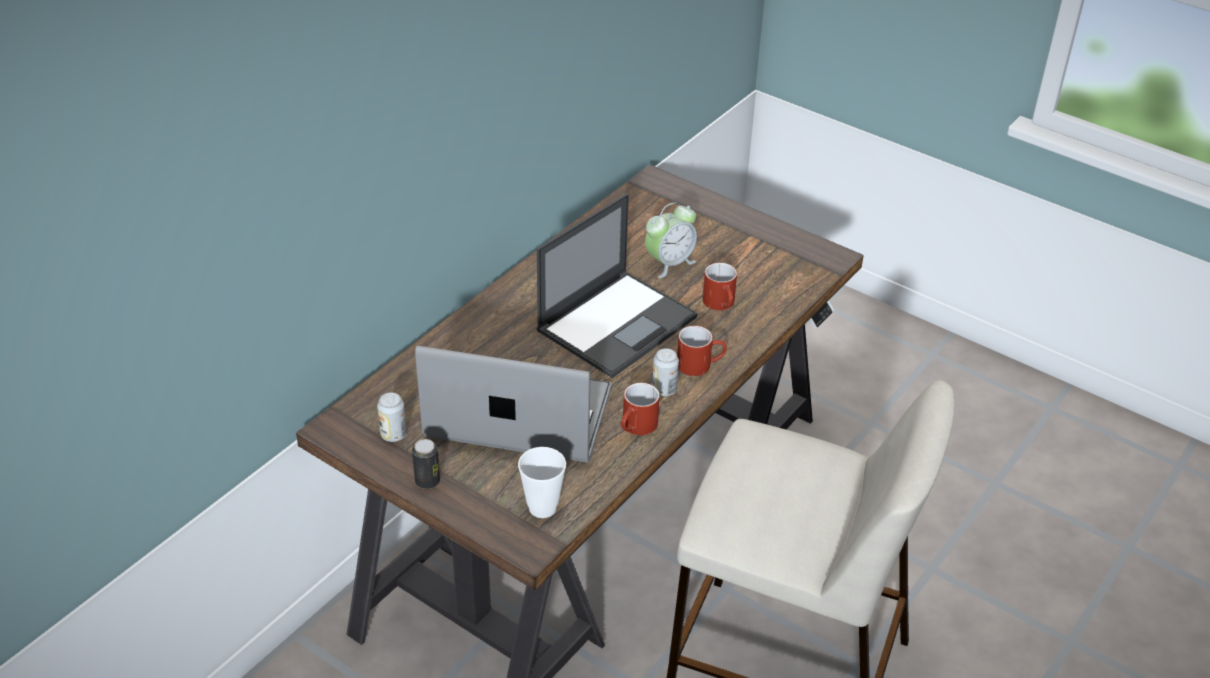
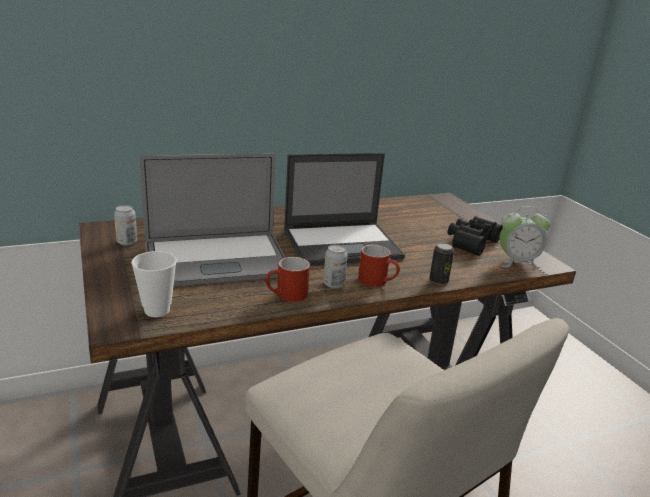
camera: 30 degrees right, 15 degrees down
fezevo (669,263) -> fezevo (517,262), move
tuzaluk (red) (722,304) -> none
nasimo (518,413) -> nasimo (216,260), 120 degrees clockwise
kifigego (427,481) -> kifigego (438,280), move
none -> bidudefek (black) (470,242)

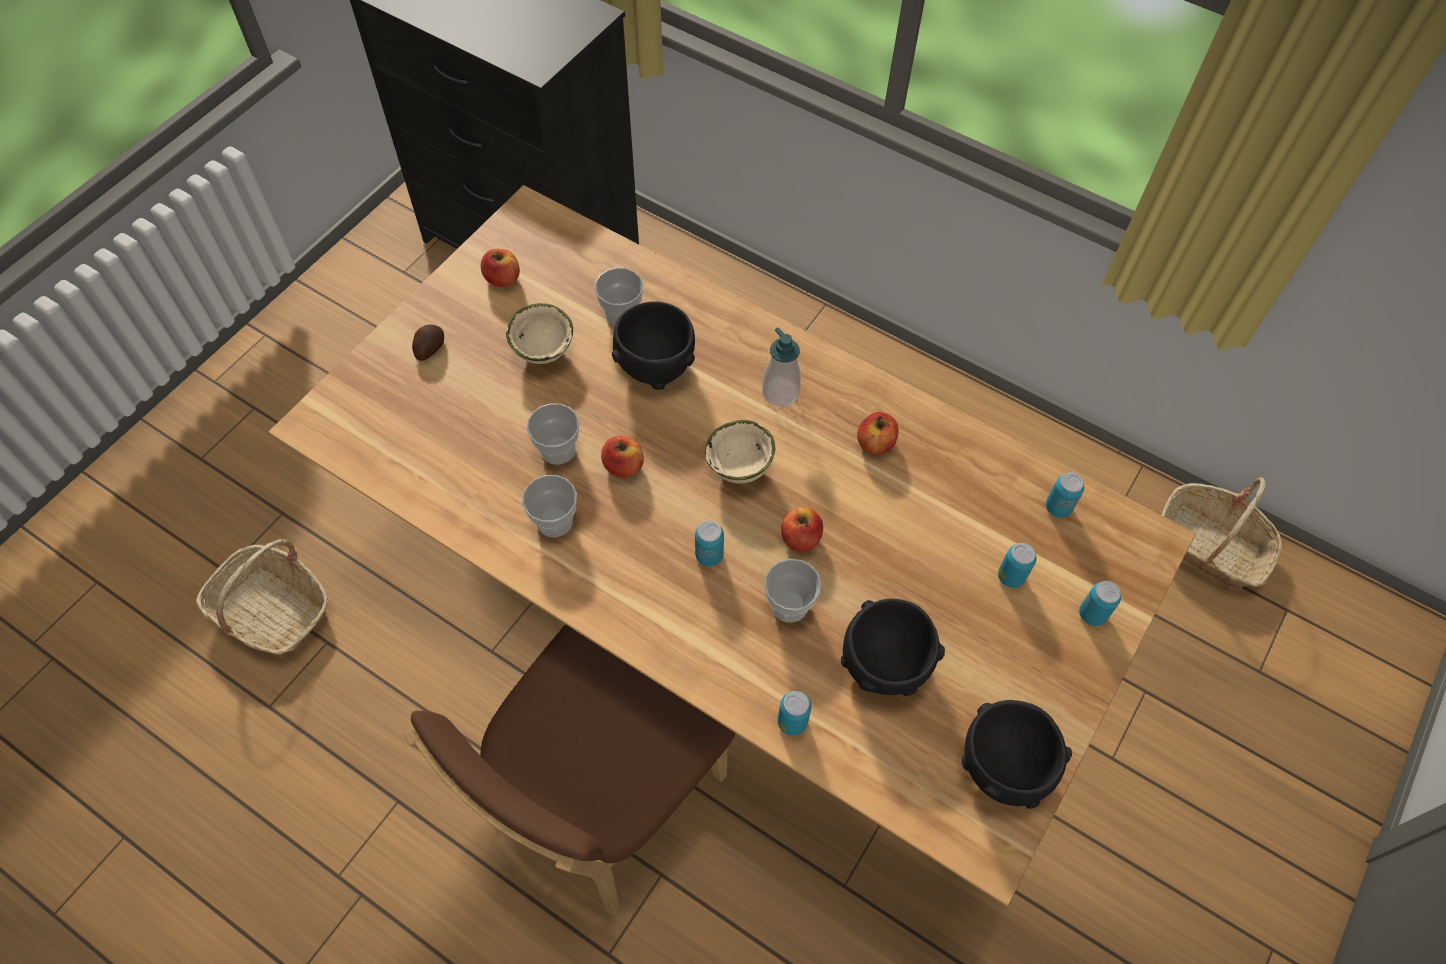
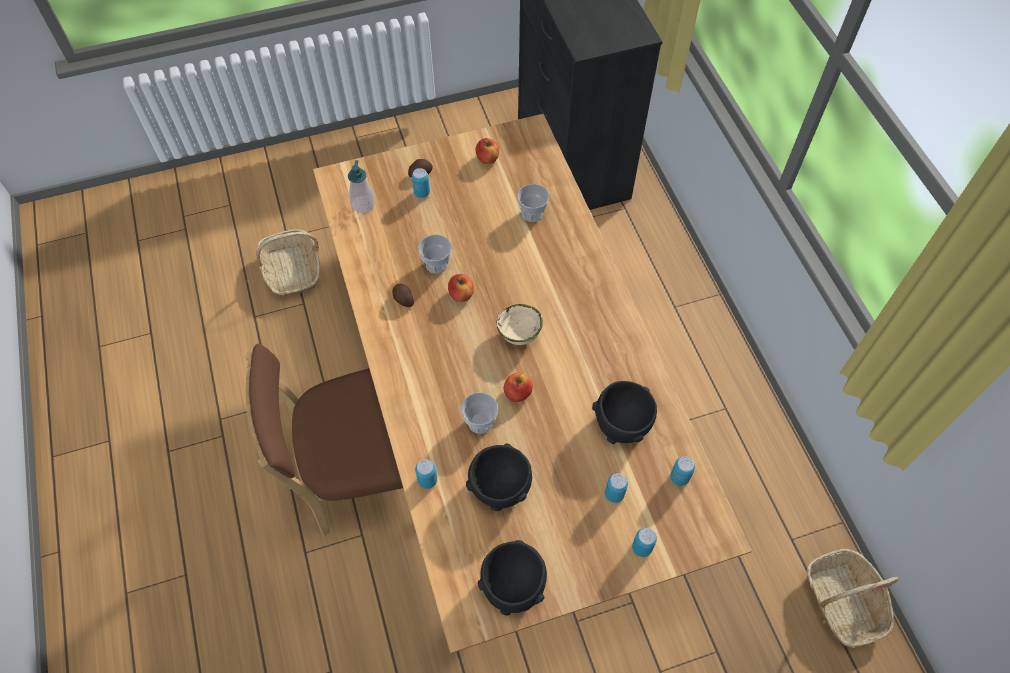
camera: 40 degrees right, 0 degrees up
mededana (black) (655,367) -> mededana (black) (621,425), move
mededana (beige) (544,351) -> none
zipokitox (780,392) -> zipokitox (363,204), move
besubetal (875,443) -> none
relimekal (554,521) -> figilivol (403,299)
kifigego (709,555) -> kifigego (422,193), move

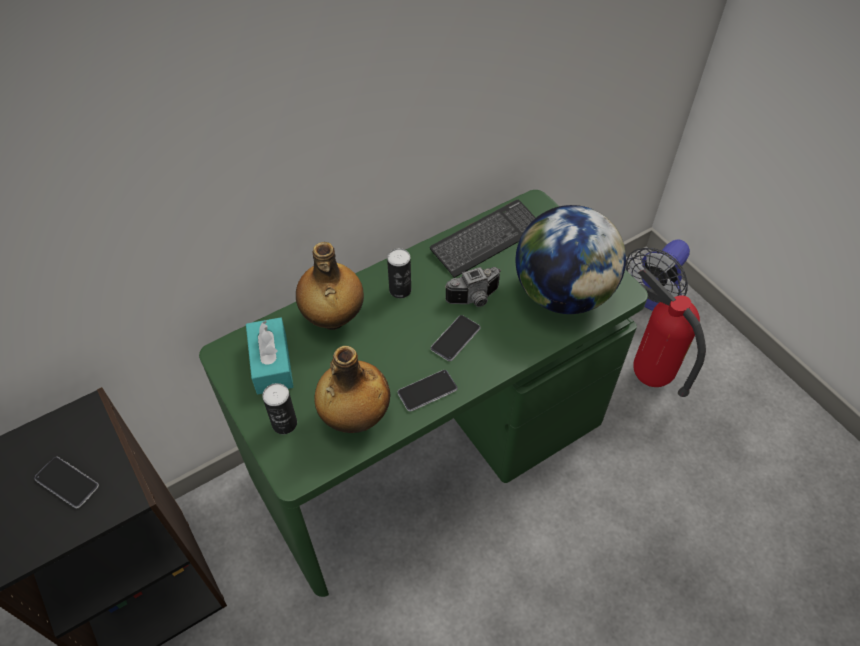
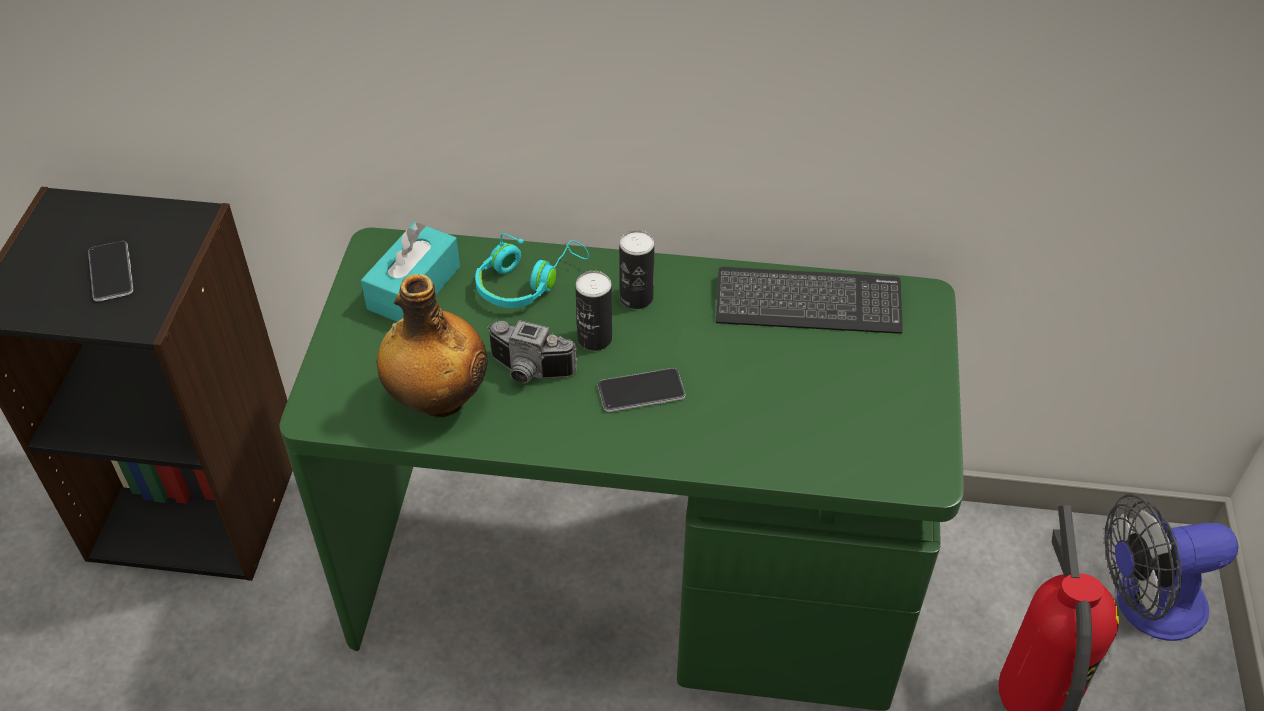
camera: 40 degrees right, 5 degrees down
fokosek (562,293) -> none
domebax (332,318) -> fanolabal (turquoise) (527,281)
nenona (475,299) -> nenona (528,372), move
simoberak (427,391) -> none
kifigego (284,423) -> kifigego (594,338), move

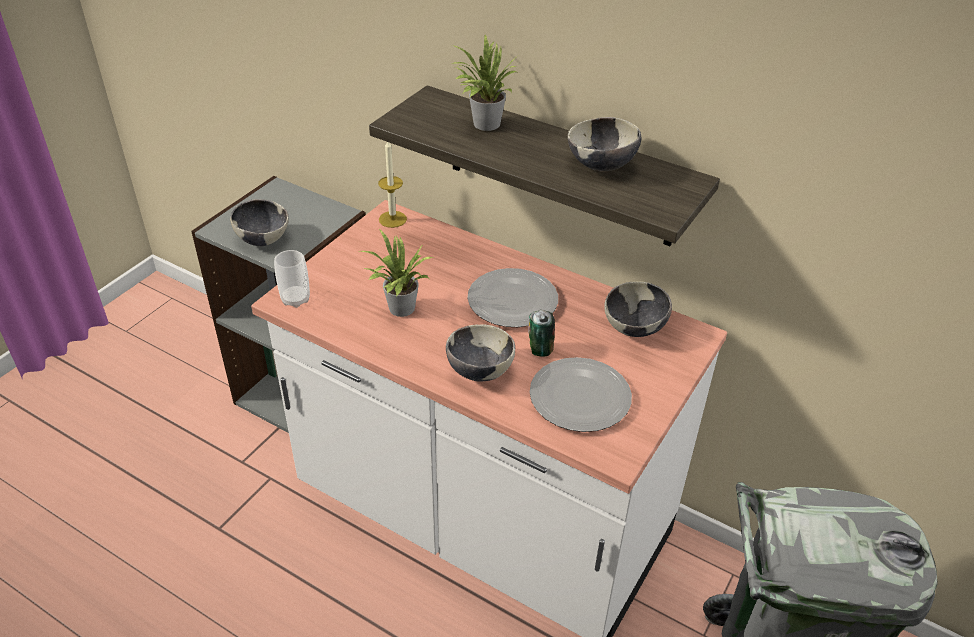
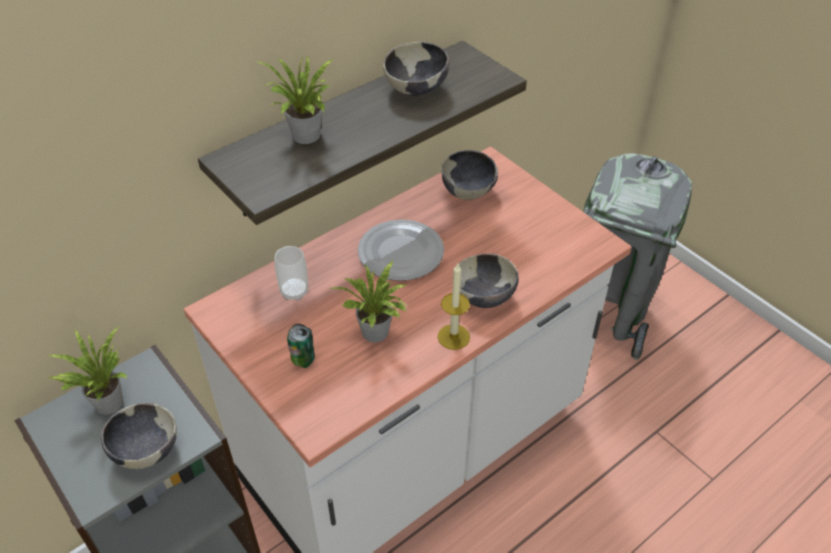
camera: 70 degrees left, 5 degrees up
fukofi (392,219) -> fukofi (453,337), move
relimekal (295,299) -> relimekal (294,292), move
kifigego (539,350) -> kifigego (303,360), move
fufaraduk (581,397) -> none
none -> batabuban (106,402)

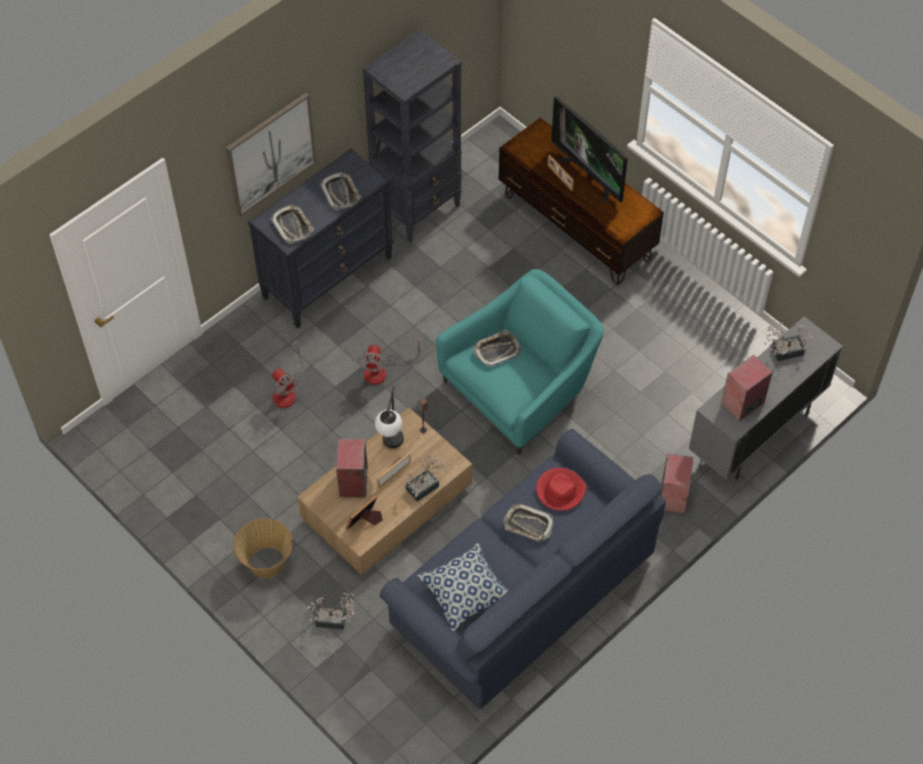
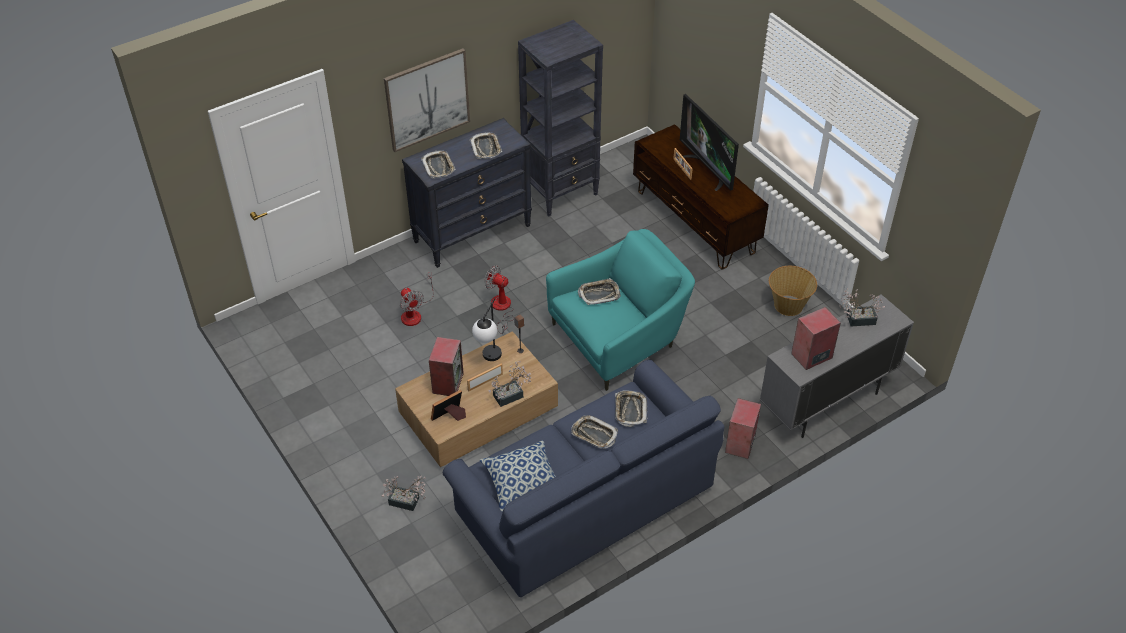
camera: 10 degrees right, 10 degrees down
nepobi (382,371) -> nepobi (501,309), 105 degrees clockwise
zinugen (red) (560,490) -> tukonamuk (630,410)
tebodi (266,563) -> tebodi (788,306), move

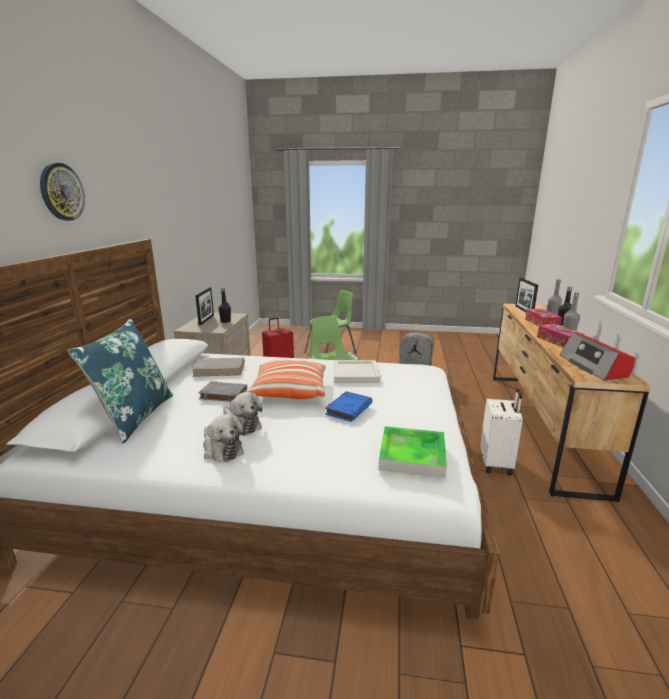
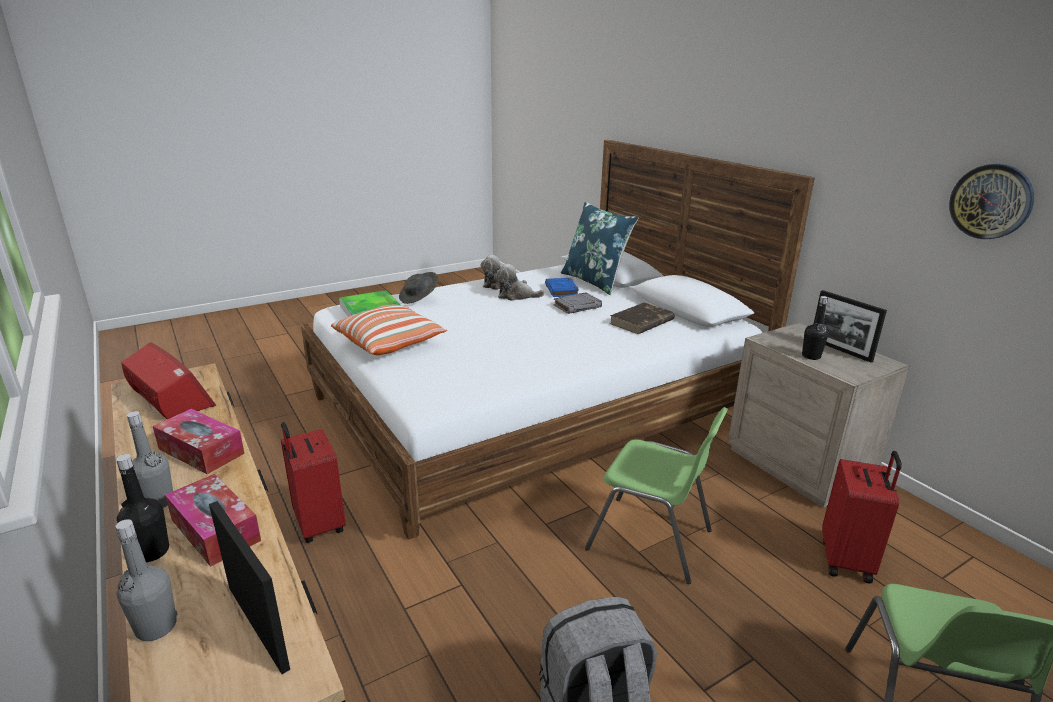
camera: 140 degrees right, 5 degrees up
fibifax (61,192) -> fibifax (991,201), move
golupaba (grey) (220,369) -> golupaba (brown) (641,322)
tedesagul (289,392) -> tedesagul (390,343), move
tukonamuk (white) (356,373) -> none
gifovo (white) (497,463) -> gifovo (red) (317,525)
golupaba (blue) (349,409) -> golupaba (blue) (561,290), move
none -> zinugen (grey) (419,298)

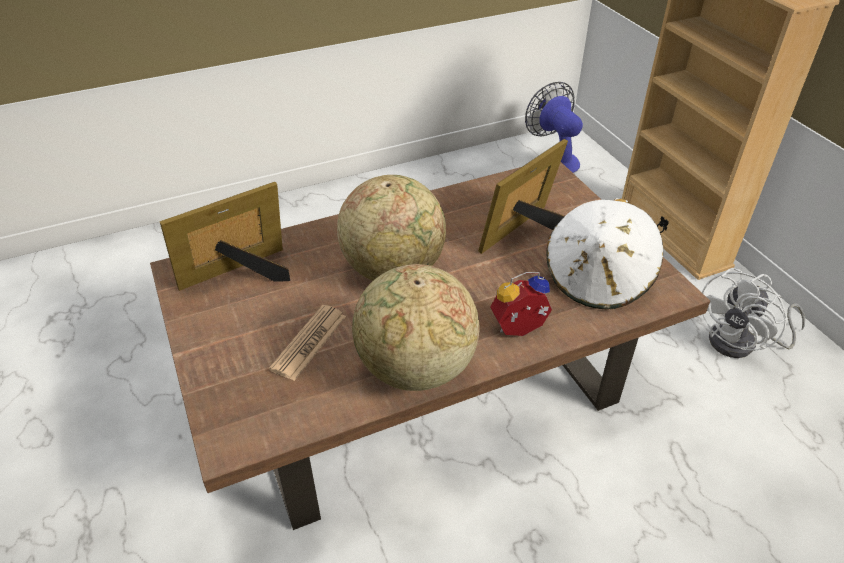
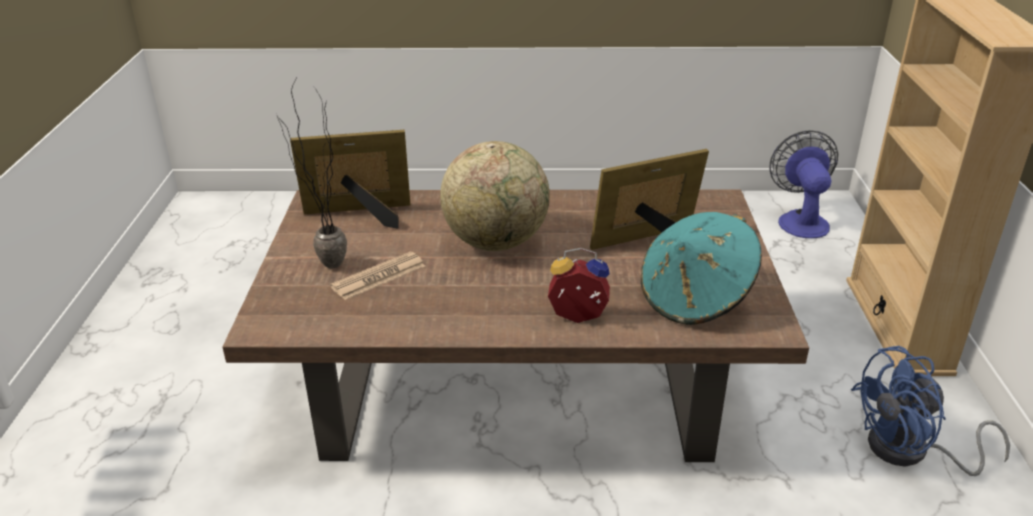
camera: 25 degrees right, 10 degrees down
zinugen (white) (598,279) -> zinugen (turquoise) (696,298)
fokosek (415,369) -> none
nepobi (white) (741,343) -> nepobi (blue) (910,452)
none -> batabuban (323,267)

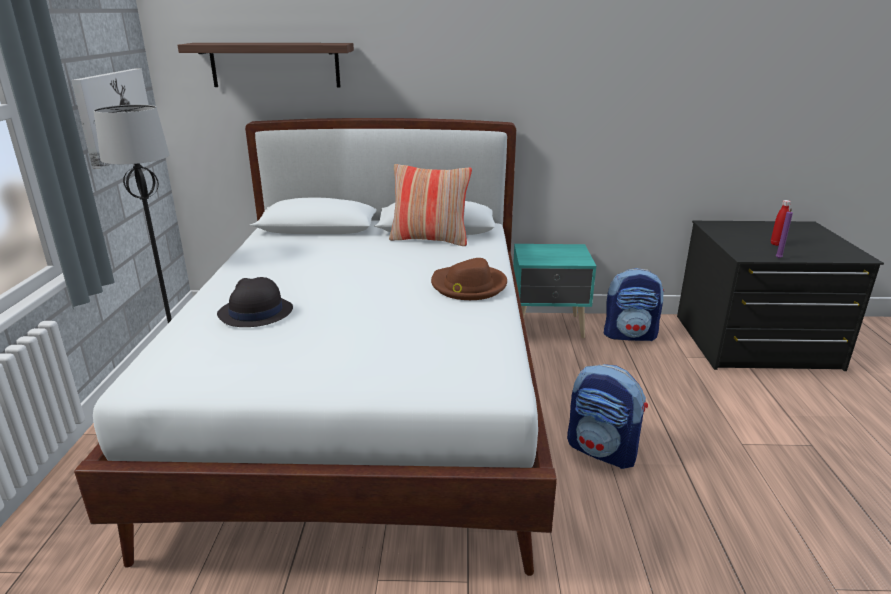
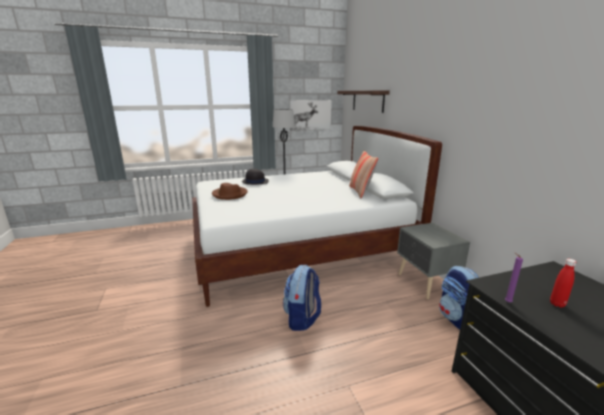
camera: 70 degrees right, 5 degrees down
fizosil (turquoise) (548,327) -> fizosil (grey) (425,283)
zinugen (brown) (468,286) -> zinugen (brown) (230,194), move

